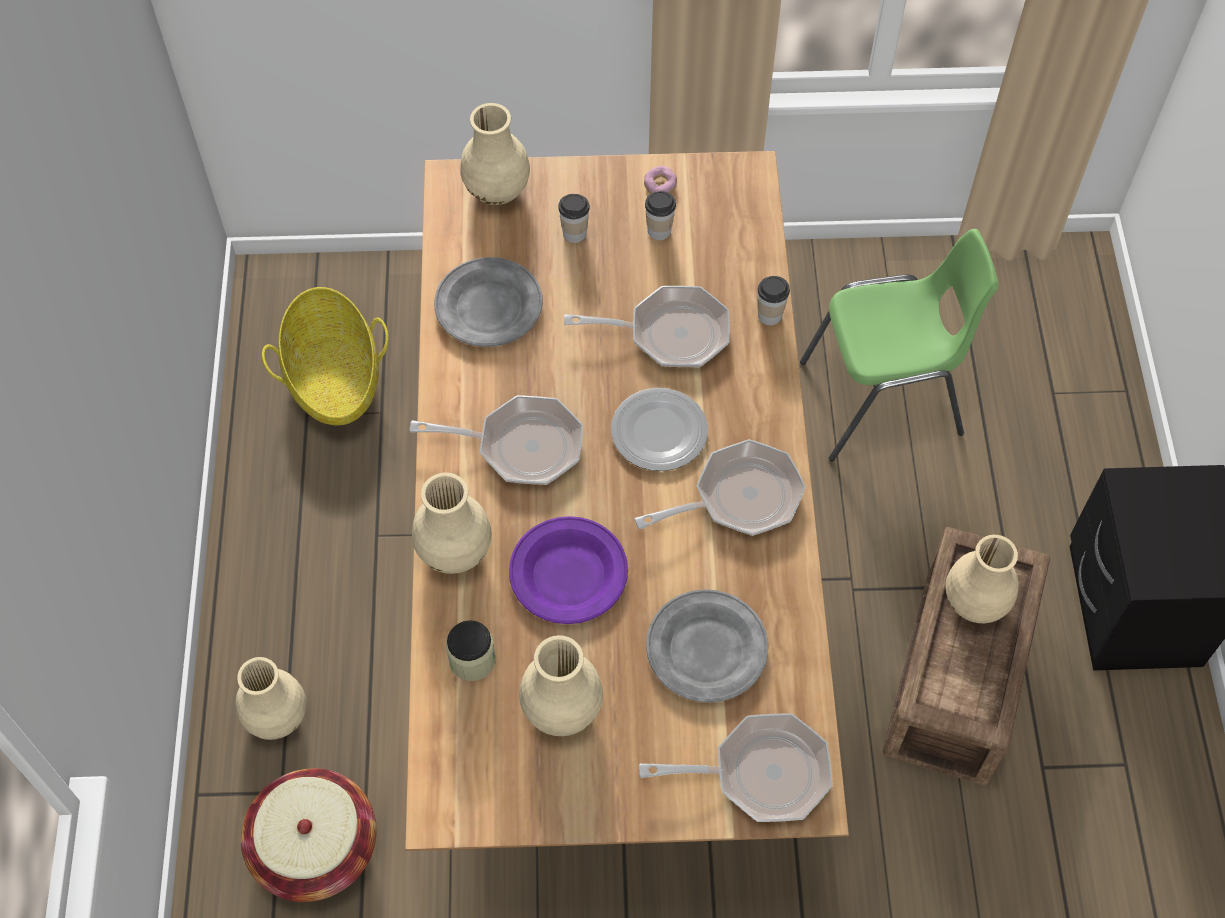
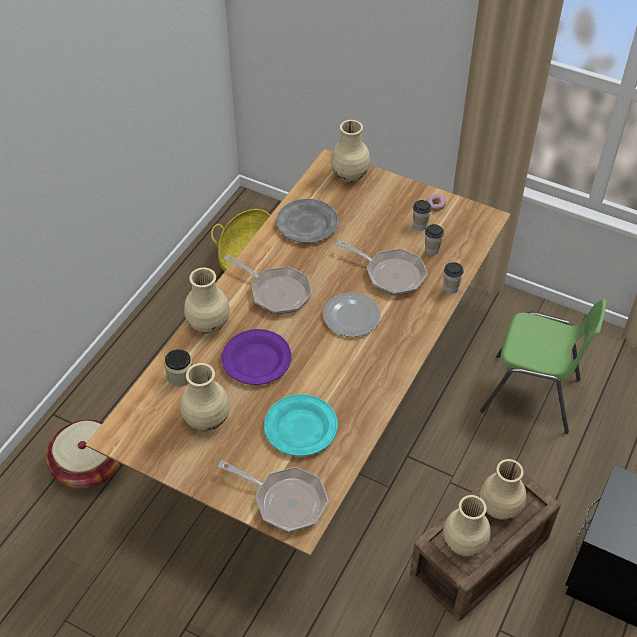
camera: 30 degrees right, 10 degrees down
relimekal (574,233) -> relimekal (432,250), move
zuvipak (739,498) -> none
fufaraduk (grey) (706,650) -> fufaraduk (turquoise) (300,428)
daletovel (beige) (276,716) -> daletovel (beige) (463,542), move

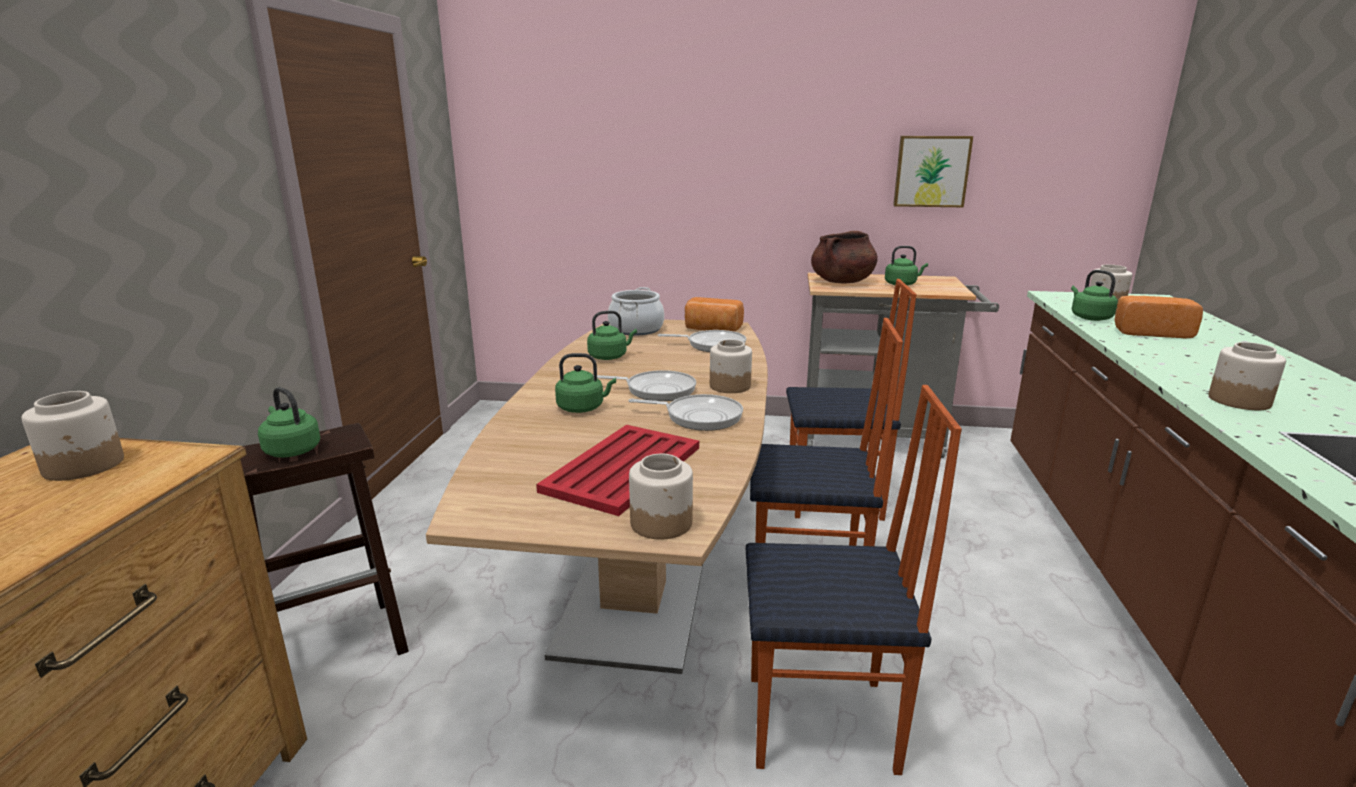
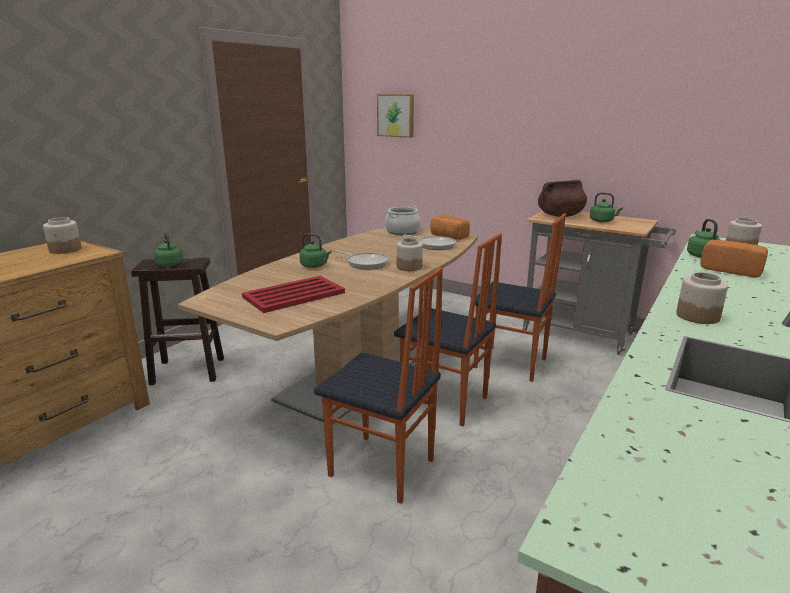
camera: 25 degrees right, 0 degrees up
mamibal (931,171) -> mamibal (396,115), move
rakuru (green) (609,357) -> none
zuvipak (699,417) -> none
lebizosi (662,523) -> none

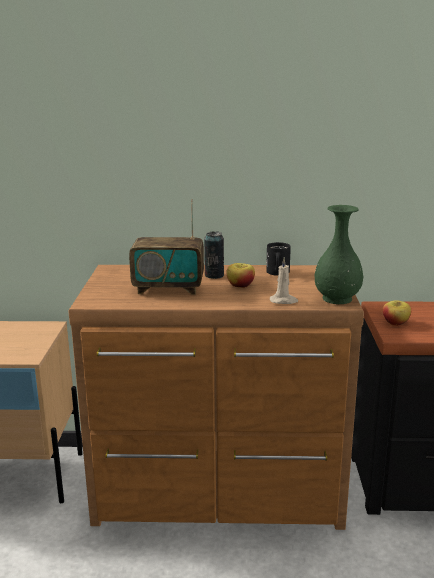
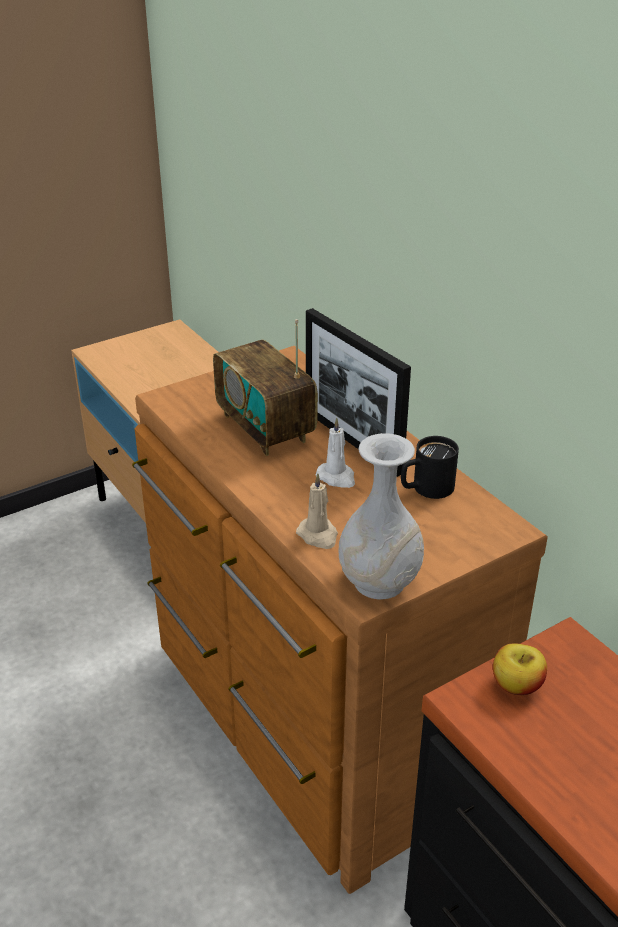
camera: 55 degrees right, 15 degrees up
daletovel (green) (337,299) -> daletovel (white) (380,582)
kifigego (214,275) -> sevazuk (352,441)
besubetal (240,286) -> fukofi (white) (337,477)

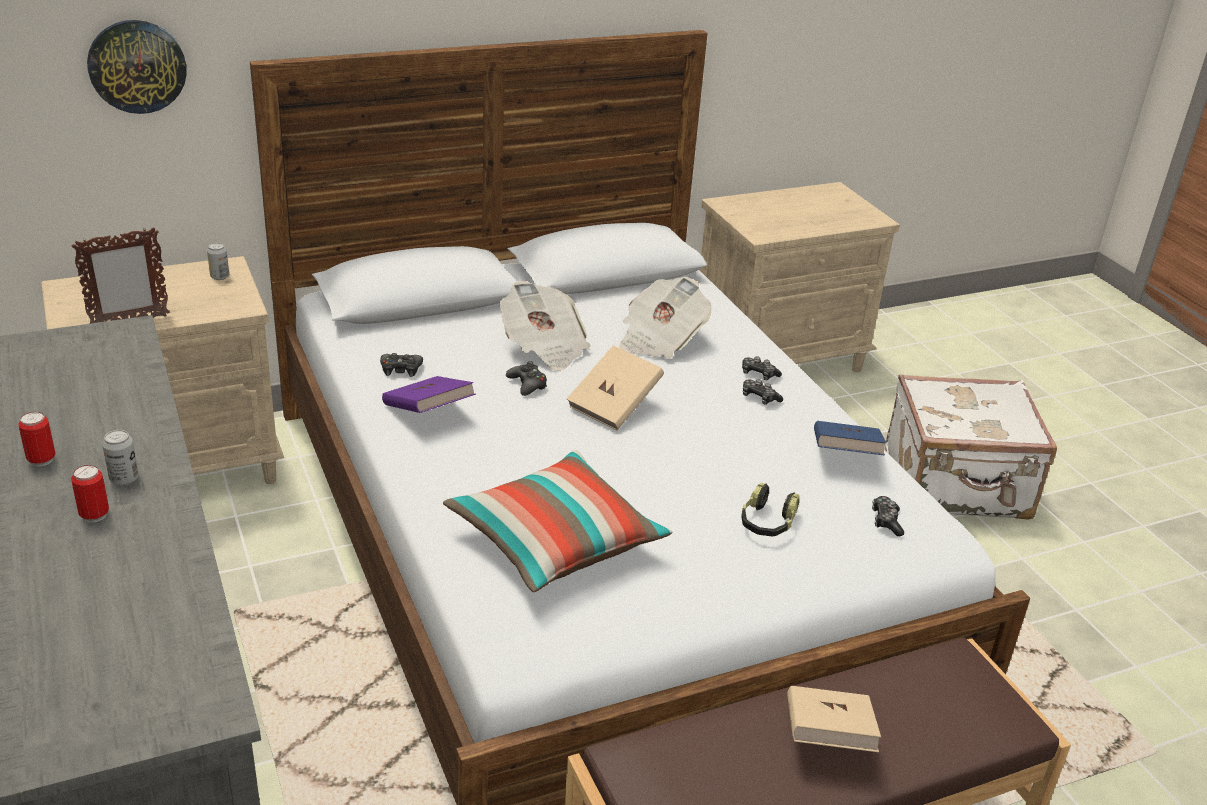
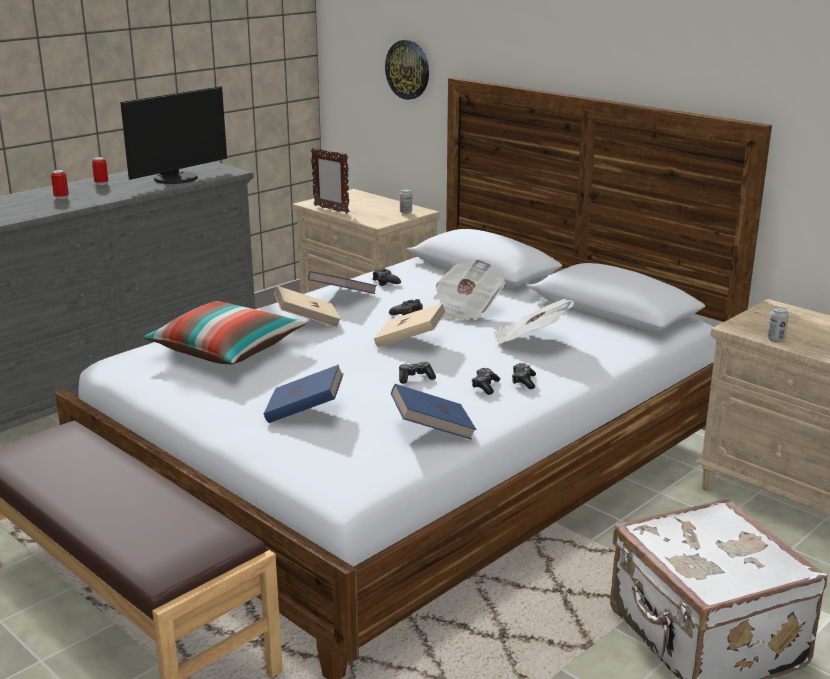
camera: 70 degrees right, 10 degrees down
kifigego (124,479) -> kifigego (775,339), move
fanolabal (767,523) -> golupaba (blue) (305,412)
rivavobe (886,521) -> rivavobe (415,378), move
golupaba (beige) (827,737) -> golupaba (beige) (307,321), move
none -> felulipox (177,179)

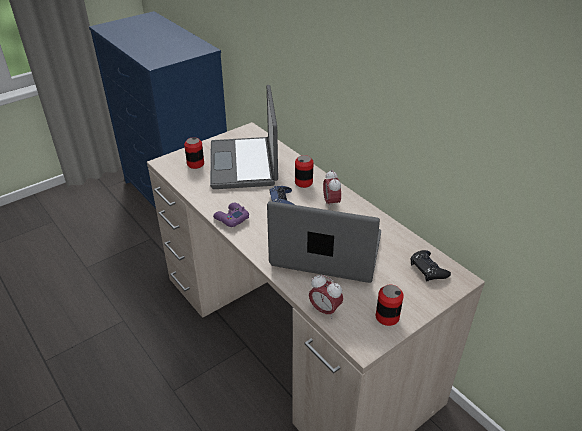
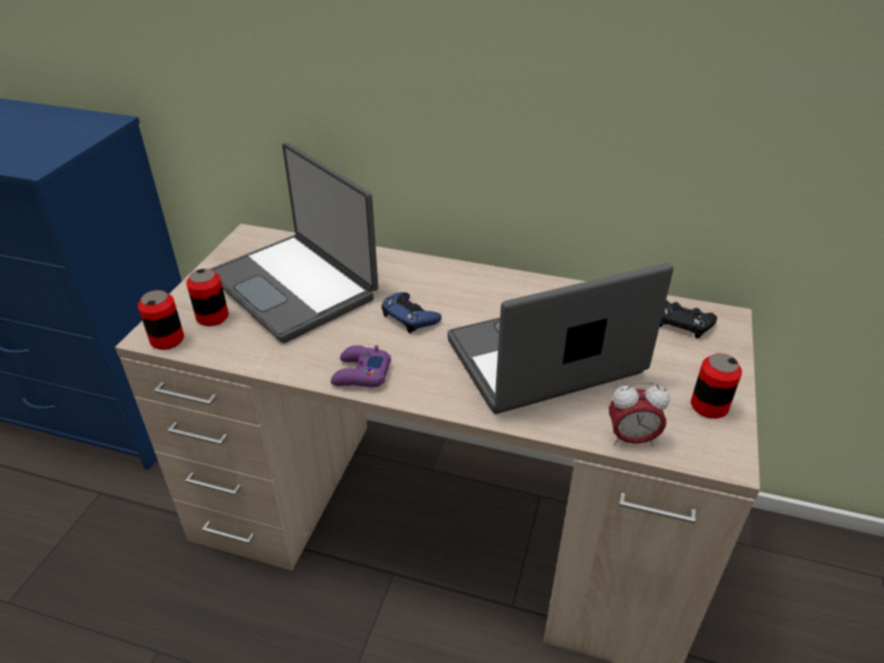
camera: 35 degrees left, 0 degrees up
kifigego (303,182) -> kifigego (167,339), move
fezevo (331,203) -> none

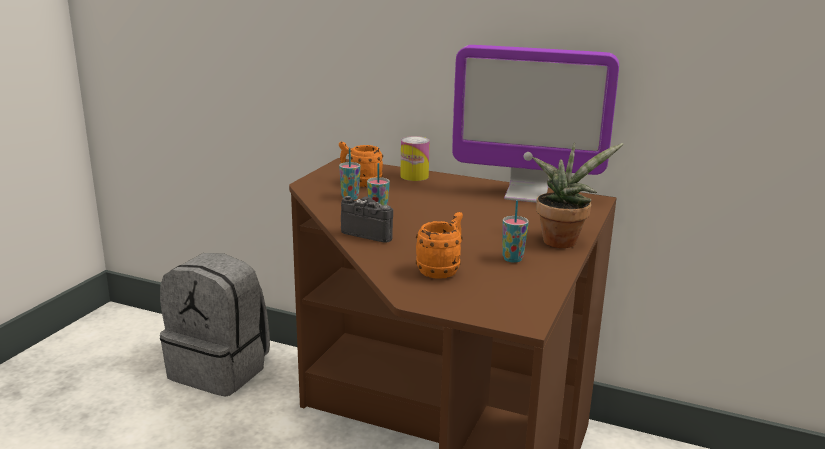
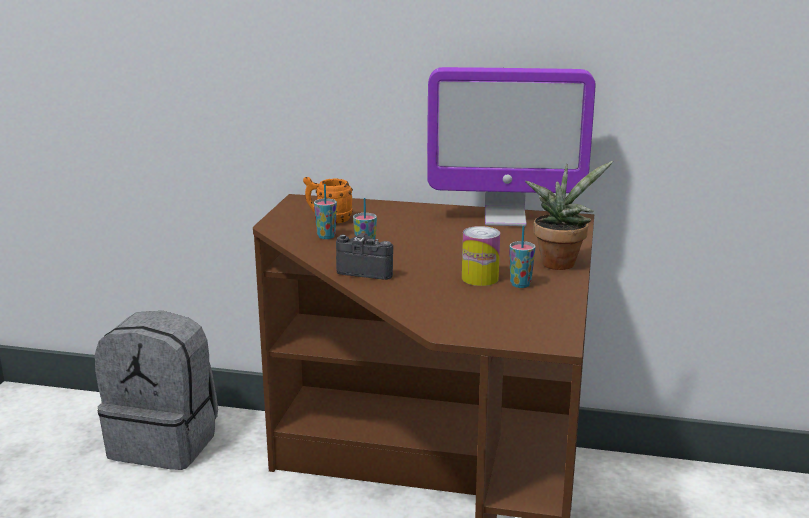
camera: 10 degrees left, 0 degrees up
kifigego (414,176) -> kifigego (480,278), move
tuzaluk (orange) (442,270) -> none

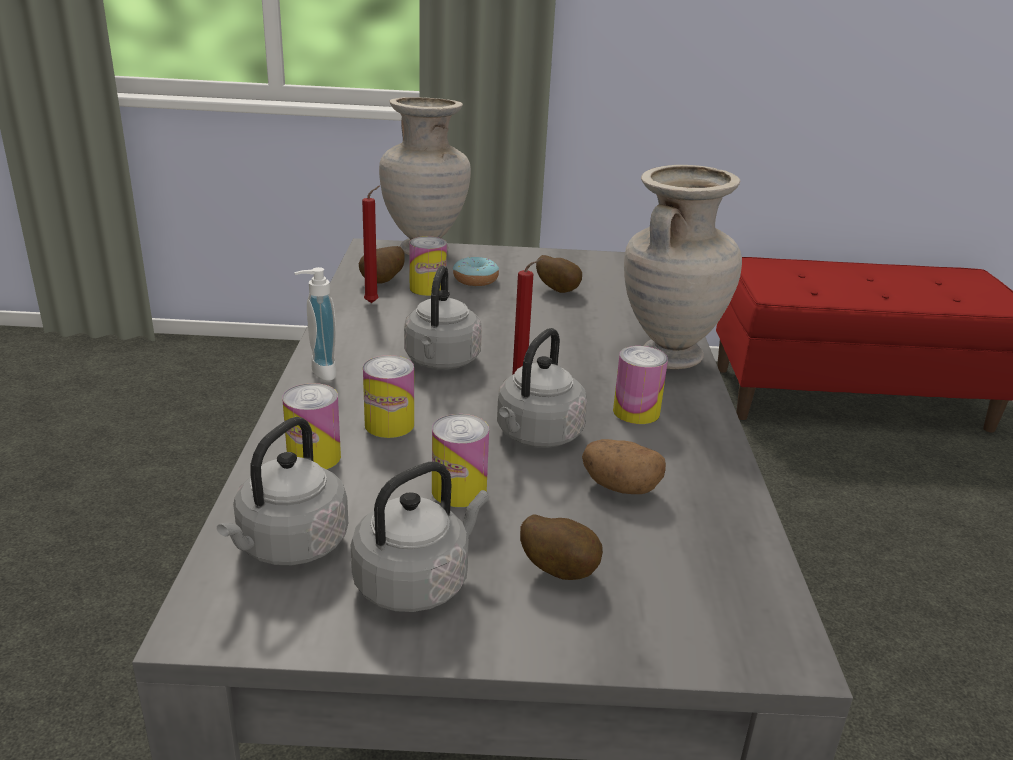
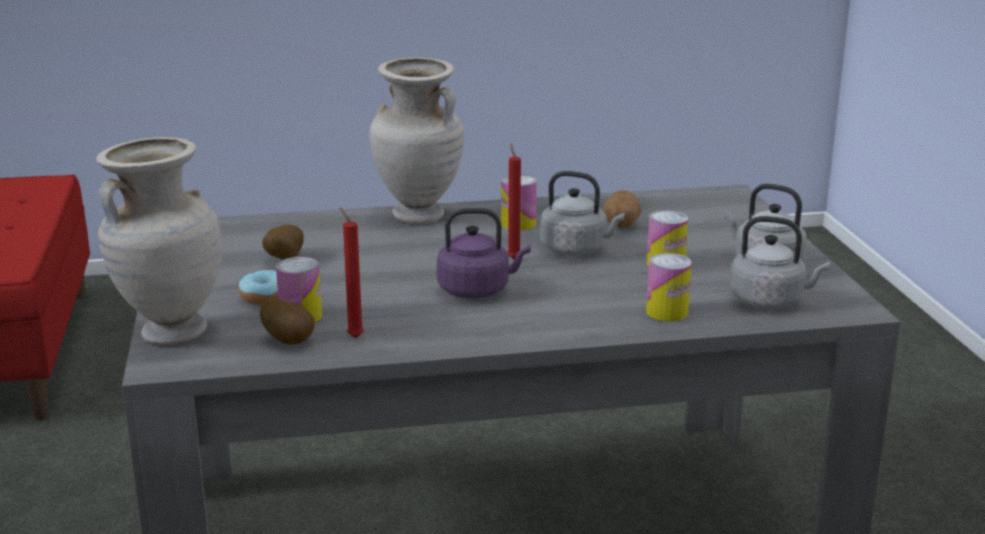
camera: 100 degrees left, 5 degrees down
rakuru (grey) (441,362) -> rakuru (purple) (477,290)
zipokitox (318,372) -> none
kifigego (389,424) -> none
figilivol (559,570) -> none

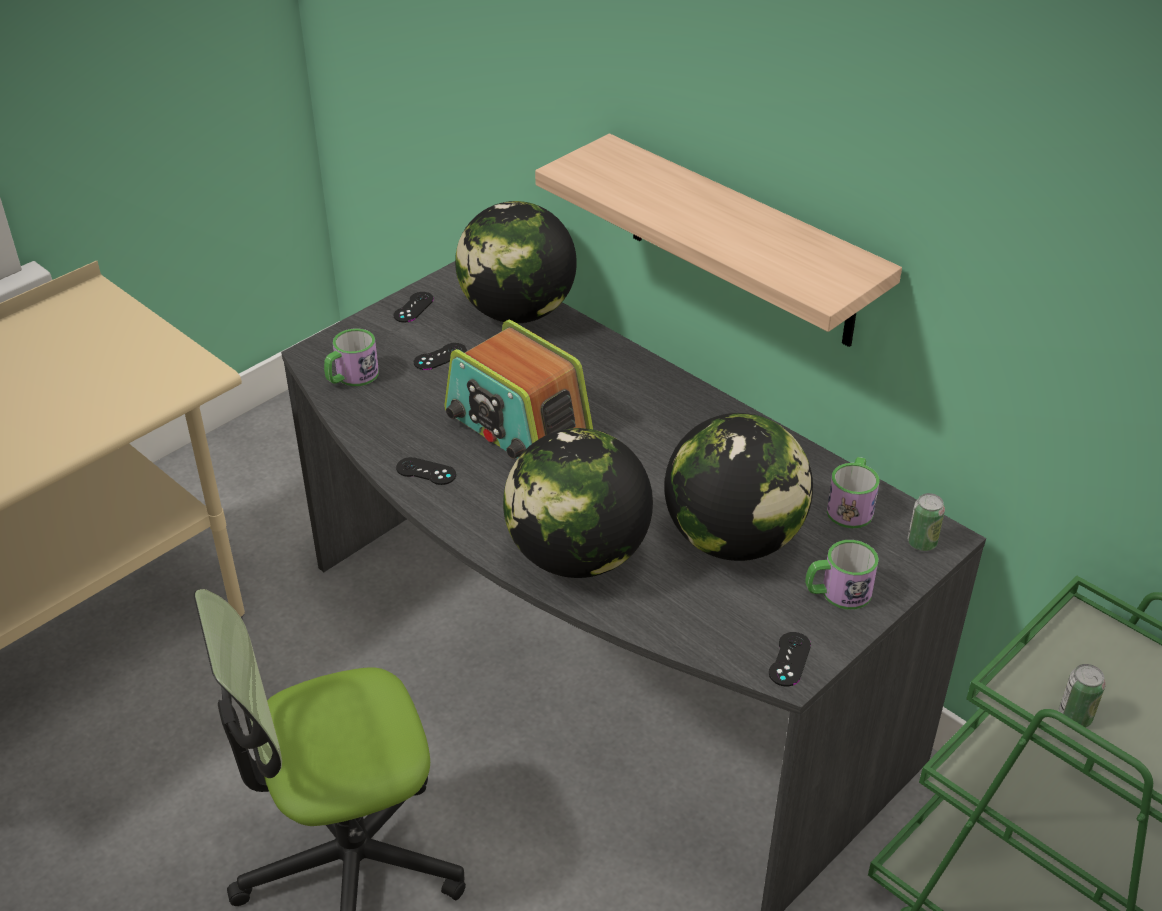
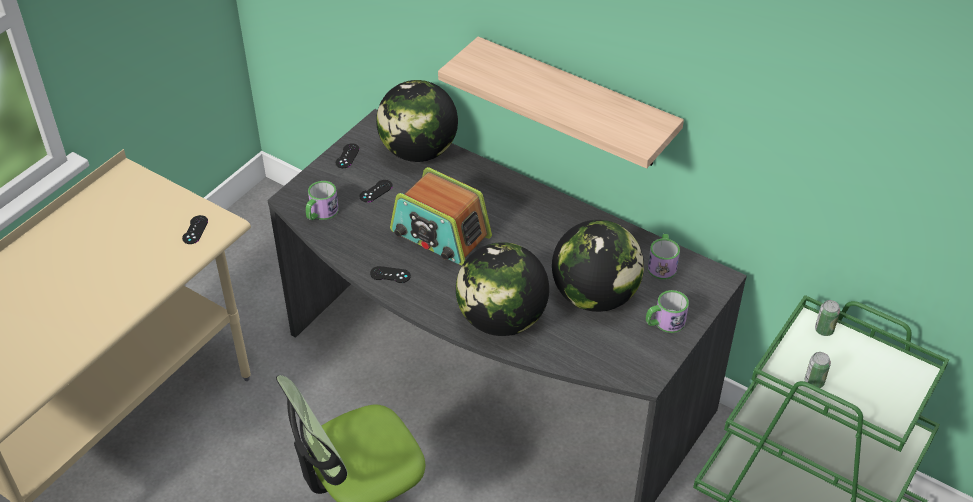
camera: 10 degrees left, 5 degrees up
kifigego (922,543) -> kifigego (824,330), move
rivavobe (black) (789,659) -> rivavobe (black) (195,230), move

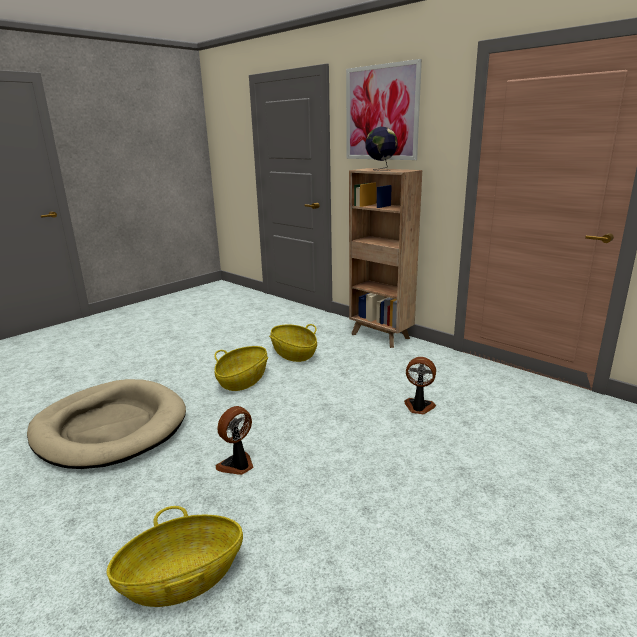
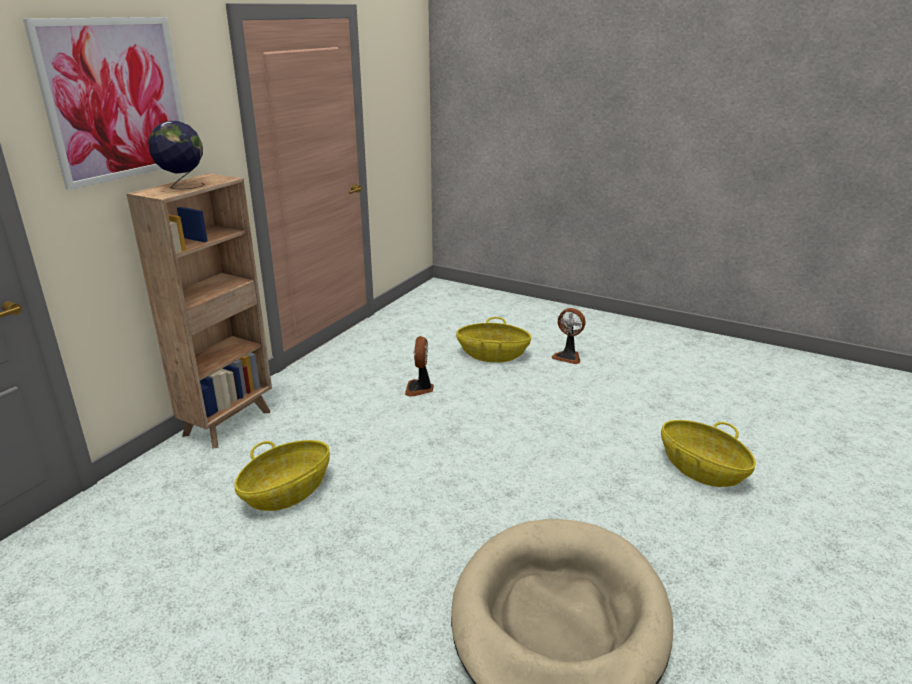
camera: 105 degrees left, 5 degrees up
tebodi (243,380) -> tebodi (492,355), move
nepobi (237,465) -> nepobi (568,357), move

